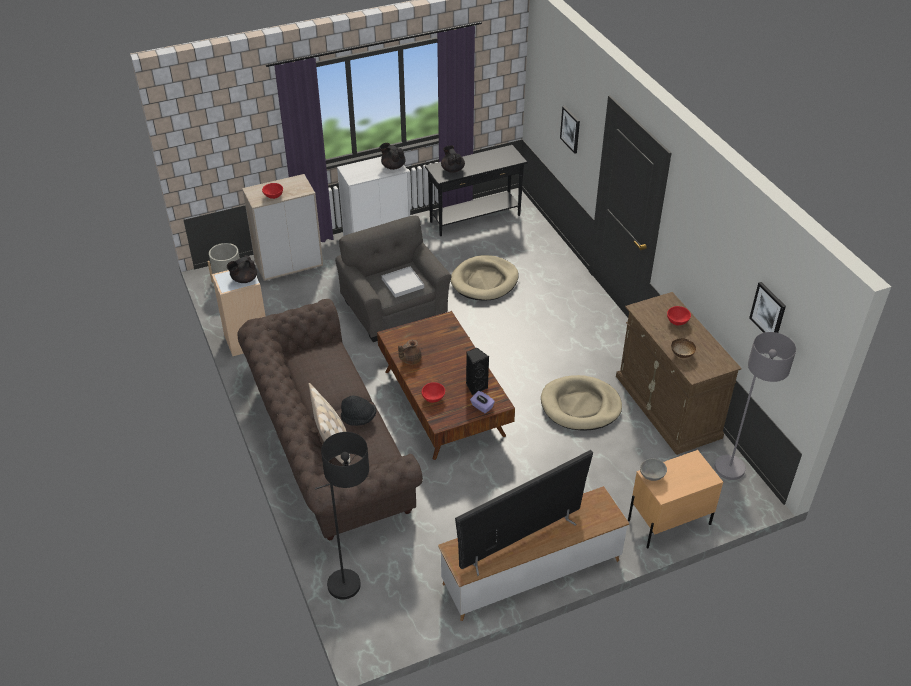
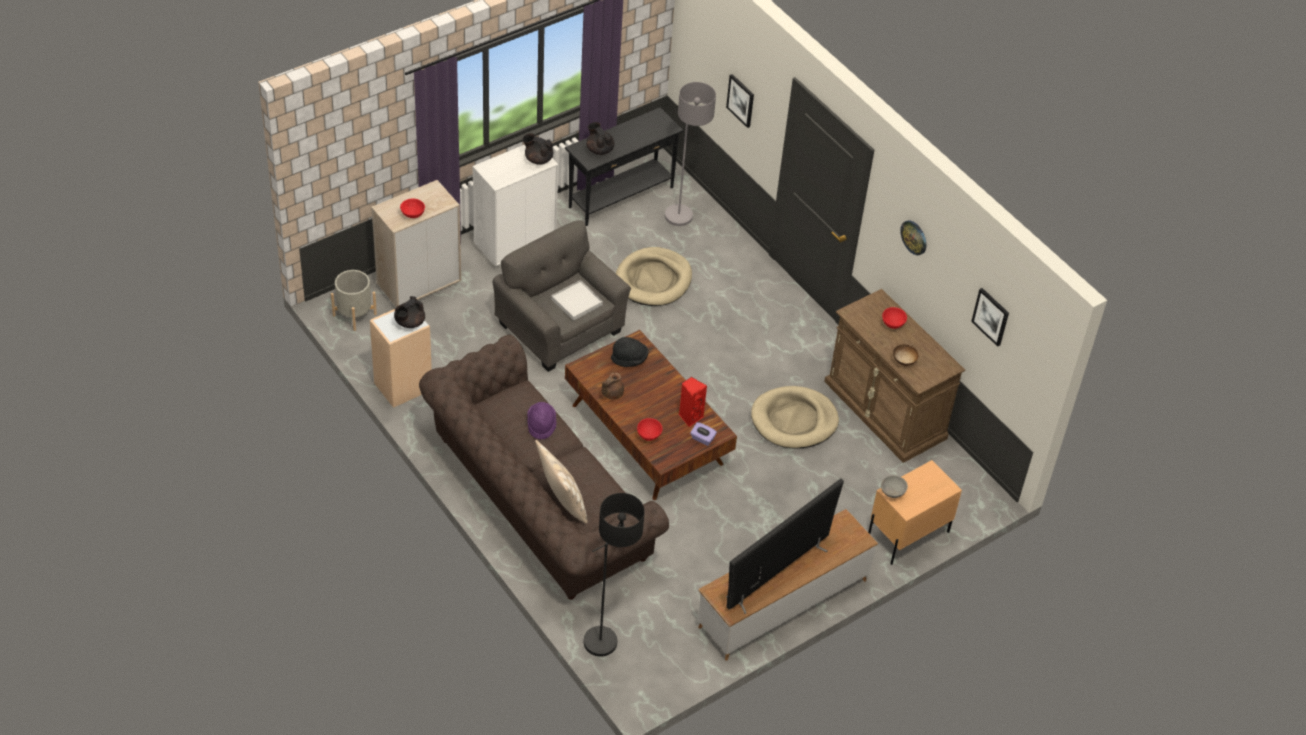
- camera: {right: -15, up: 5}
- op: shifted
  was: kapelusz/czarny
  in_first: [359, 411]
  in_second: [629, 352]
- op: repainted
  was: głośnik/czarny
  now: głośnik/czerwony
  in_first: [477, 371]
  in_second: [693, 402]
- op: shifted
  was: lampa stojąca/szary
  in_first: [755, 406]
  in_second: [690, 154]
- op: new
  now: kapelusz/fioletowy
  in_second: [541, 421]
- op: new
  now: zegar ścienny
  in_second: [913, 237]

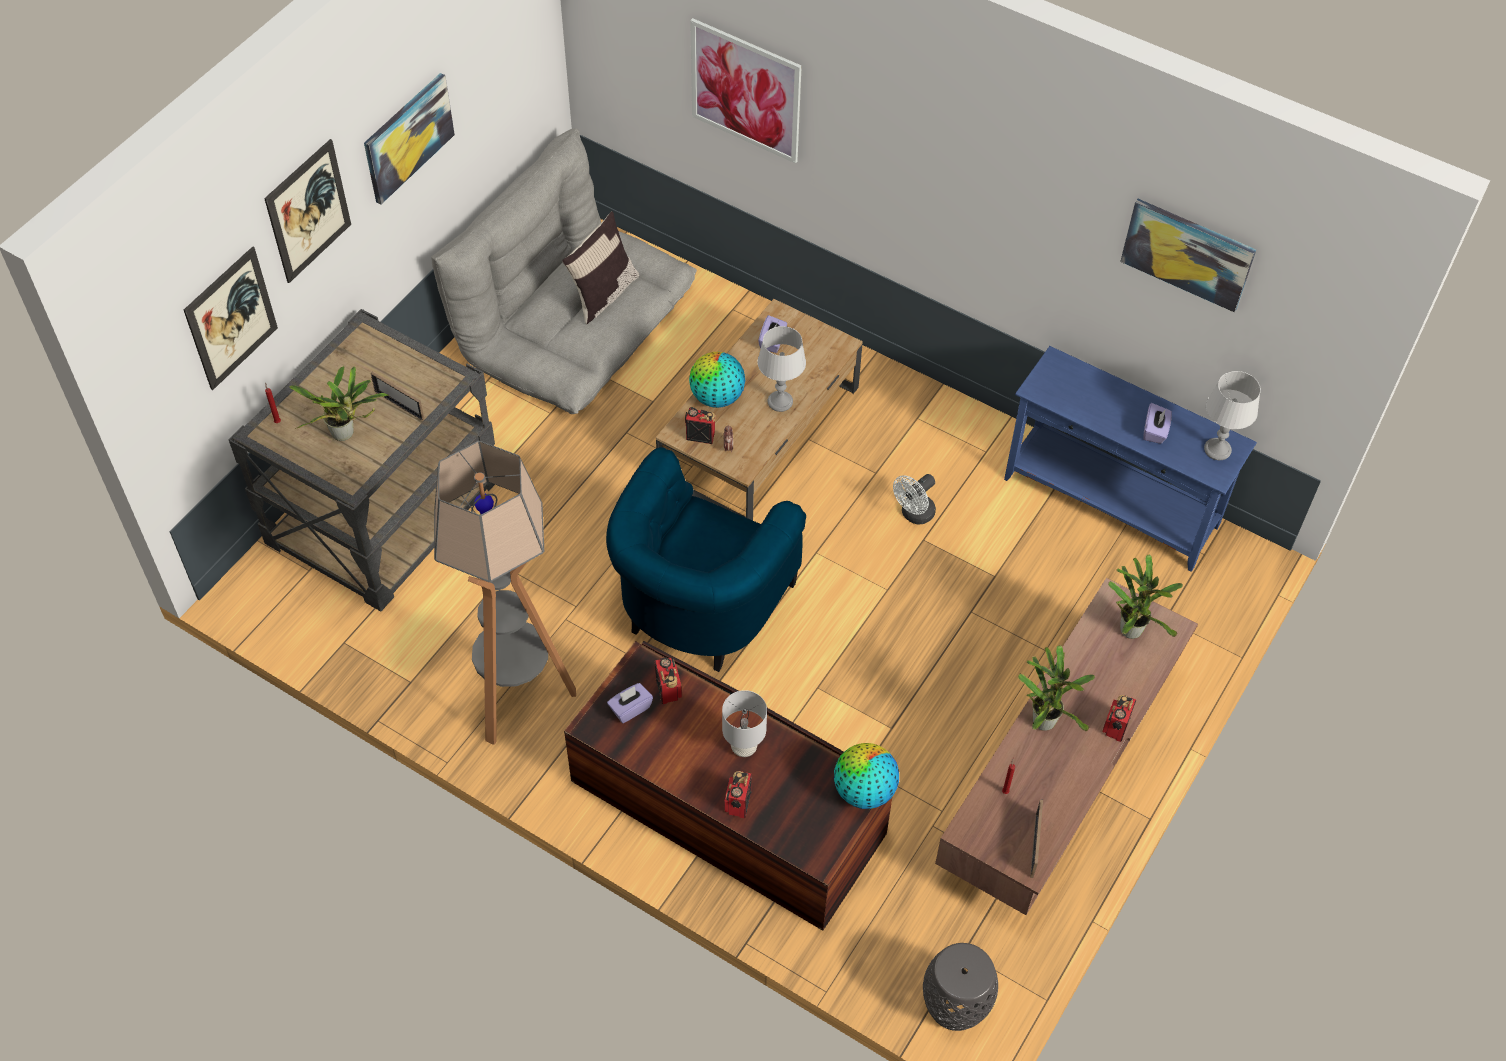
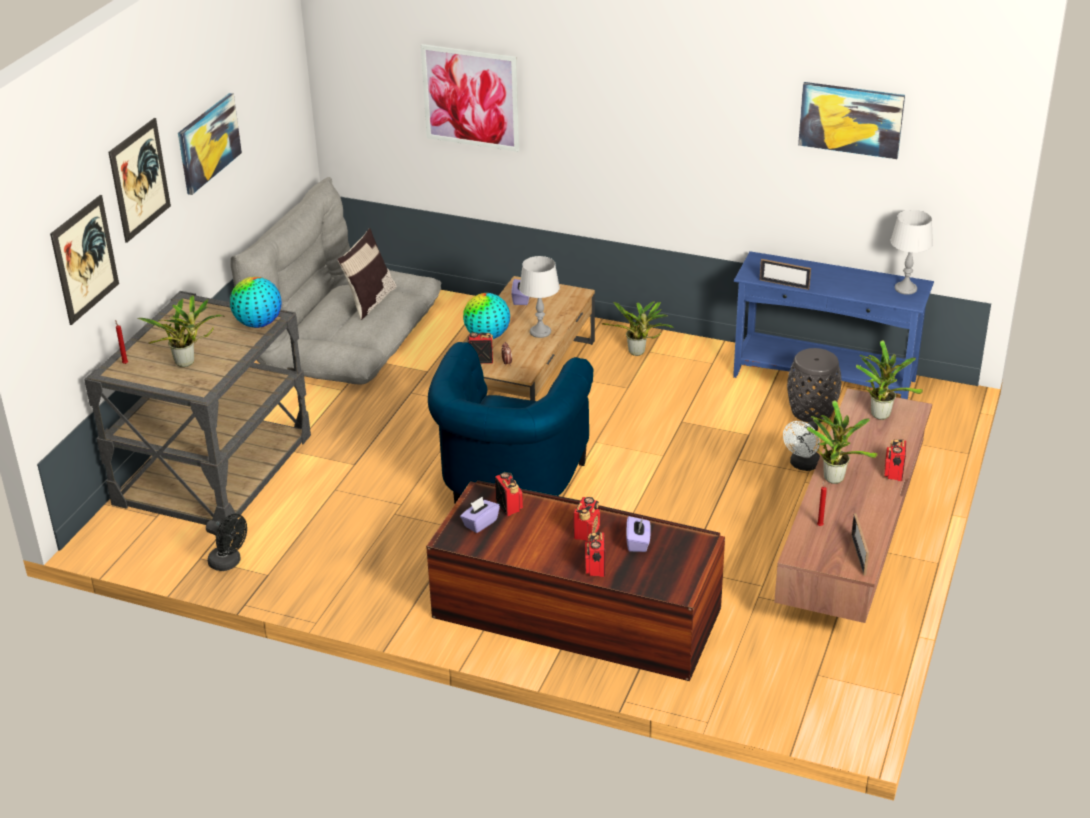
- camera: {right: -10, up: -20}
- op: shifted
  was: ramka na zdjęcie
  in_first: [397, 396]
  in_second: [785, 274]
- op: gone
  was: lampa stojąca
  in_first: [505, 593]
- op: swapped
  was: lampa stołowa/szary
  now: radio
  in_first: [744, 723]
  in_second: [586, 519]
- op: shifted
  was: globus
  in_first: [866, 776]
  in_second: [255, 302]
- op: shifted
  was: wentylator/biały
  in_first: [914, 499]
  in_second: [801, 446]
- op: shifted
  was: stołek/szary
  in_first: [960, 987]
  in_second: [814, 385]
- op: shifted
  was: pudełko chusteczek/fioletowy
  in_first: [1158, 423]
  in_second: [638, 534]
- op: new
  now: wentylator/czarny
  in_second: [226, 542]
- op: new
  now: roślina doniczkowa
  in_second: [638, 328]

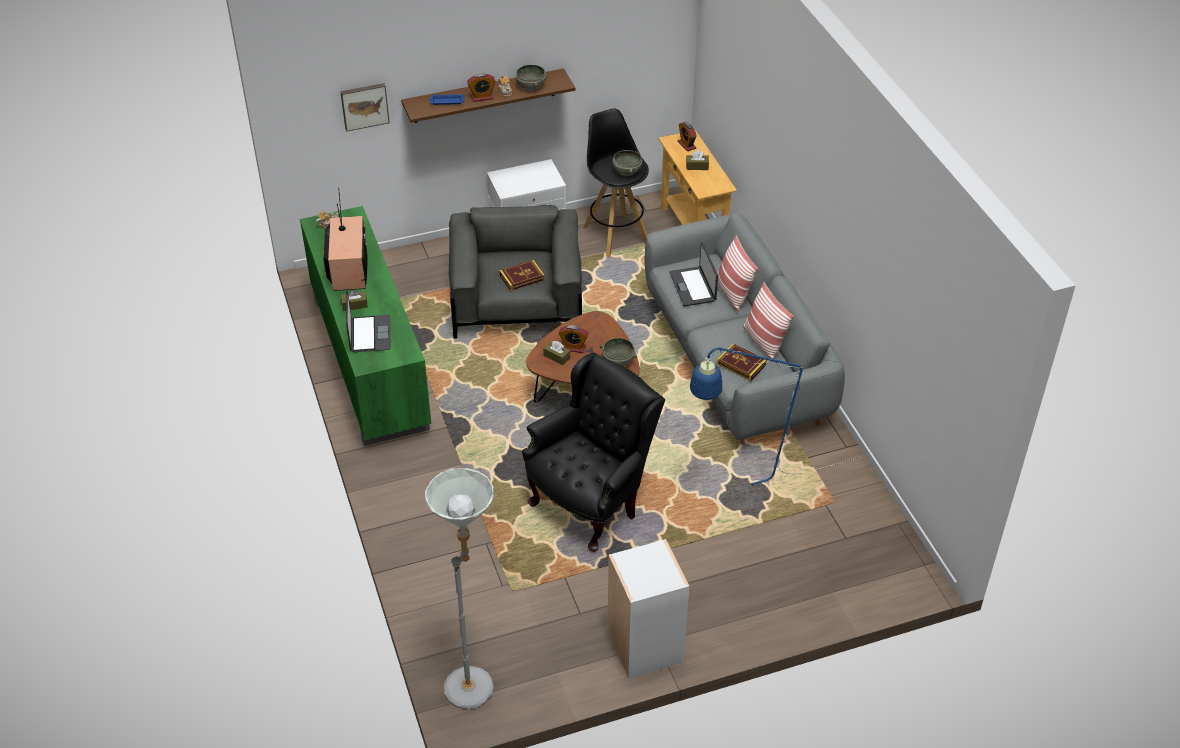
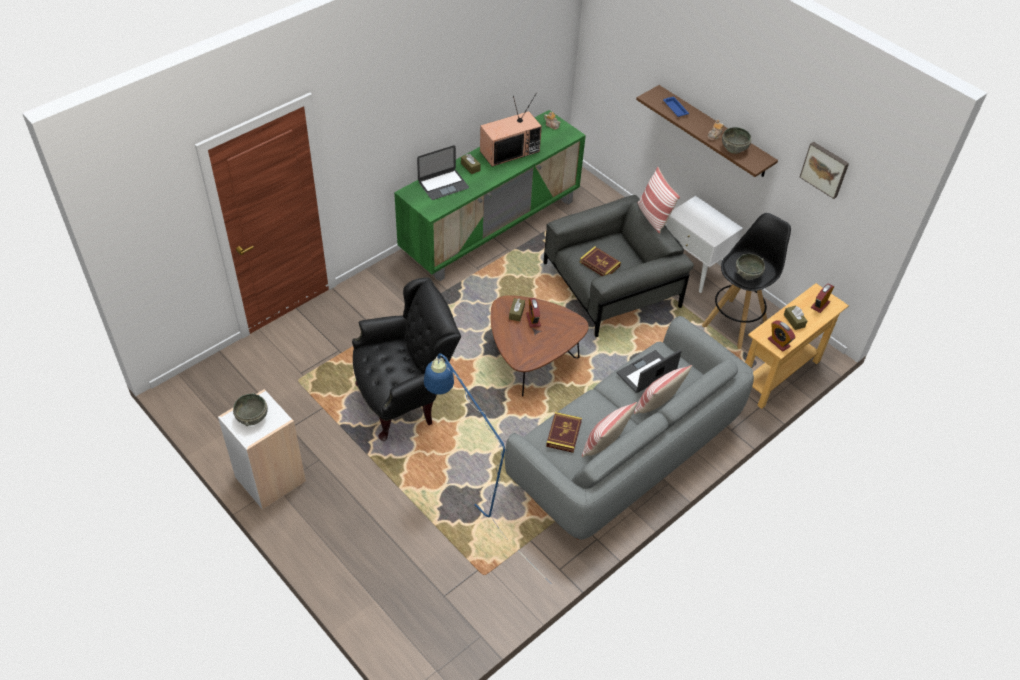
- camera: {right: 65, up: 5}
- op: shifted
  was: obraz
  in_first: [365, 107]
  in_second: [824, 170]
- op: gone
  was: lampa stojąca/szary
  in_first: [459, 588]
- op: shifted
  was: budzik
  in_first: [481, 87]
  in_second: [781, 336]
- op: rotated
  was: fotel/czarny
  in_first: [593, 452]
  in_second: [406, 359]
  clockwise: -45
- op: shifted
  was: miska/szary
  in_first: [618, 352]
  in_second: [250, 409]
- op: new
  now: poduszka
  in_second: [658, 200]

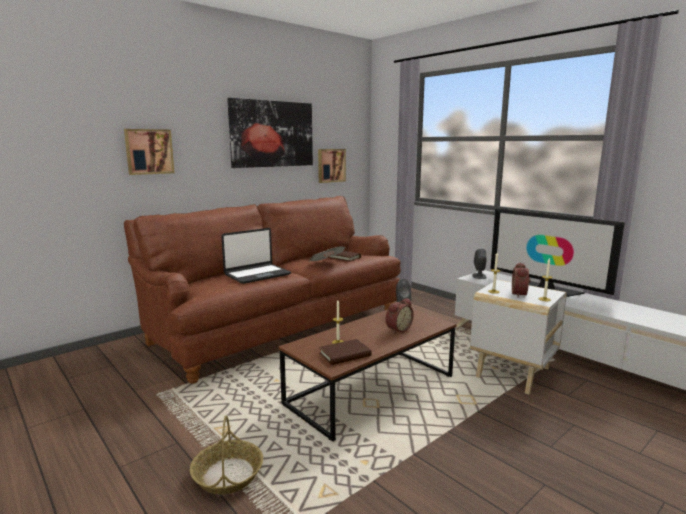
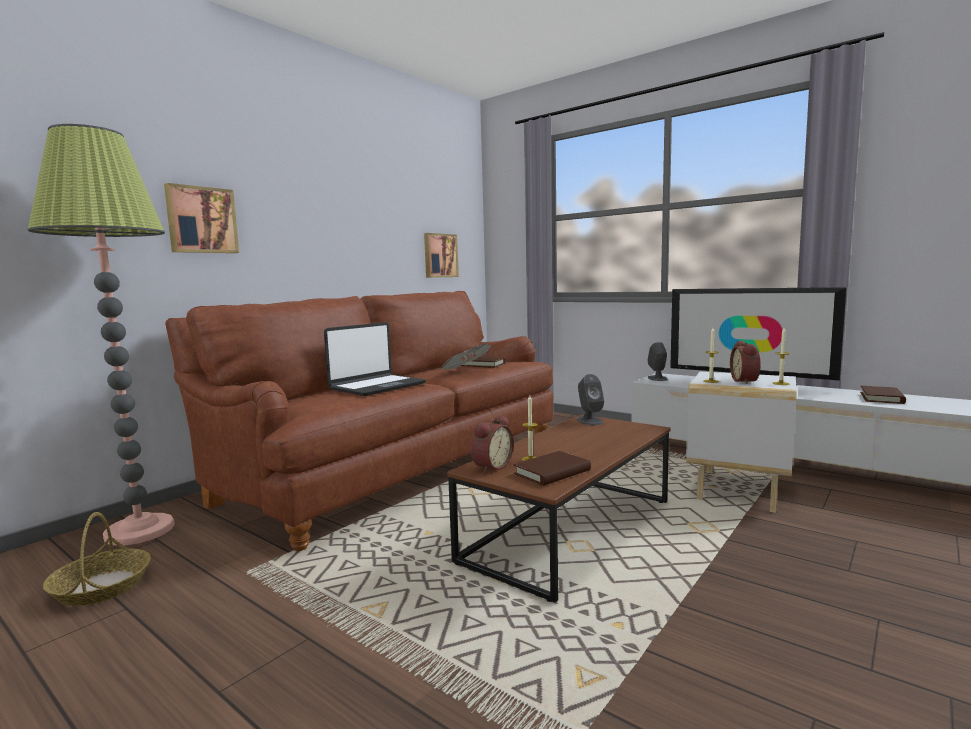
- camera: {right: -10, up: -5}
- op: shifted
  was: koszyk
  in_first: [226, 455]
  in_second: [97, 559]
- op: gone
  was: obraz
  in_first: [270, 133]
- op: shifted
  was: budzik
  in_first: [400, 316]
  in_second: [492, 444]
- op: new
  now: lampa stojąca
  in_second: [101, 335]
- op: new
  now: książka/brązowy
  in_second: [883, 395]

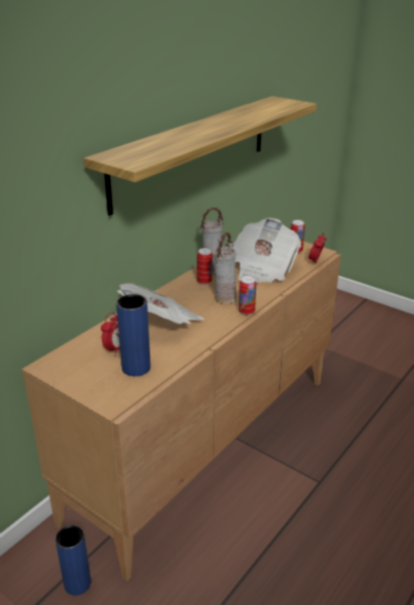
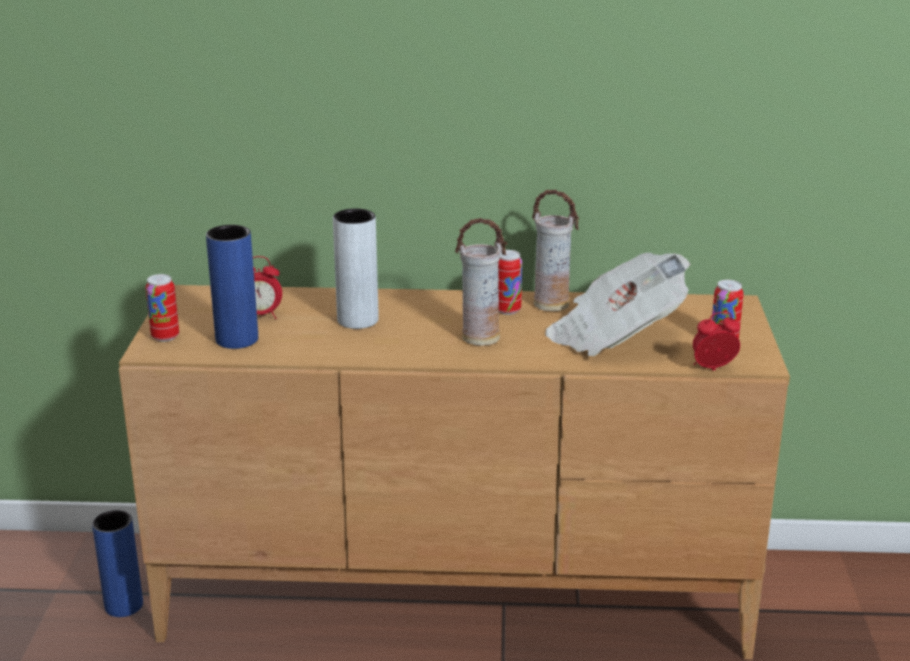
- camera: {right: 55, up: -5}
- op: gone
  was: półka
  in_first: [200, 156]
- op: swapped
  was: gazeta
  now: wazon/szary
  in_first: [160, 303]
  in_second: [356, 269]
- op: shifted
  was: puszka
  in_first: [247, 295]
  in_second: [162, 308]

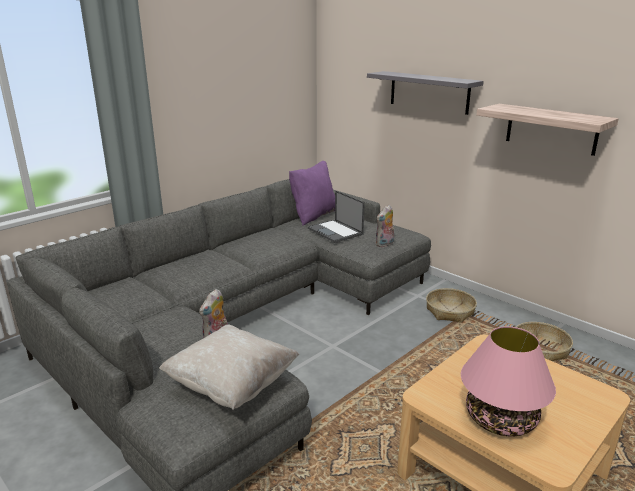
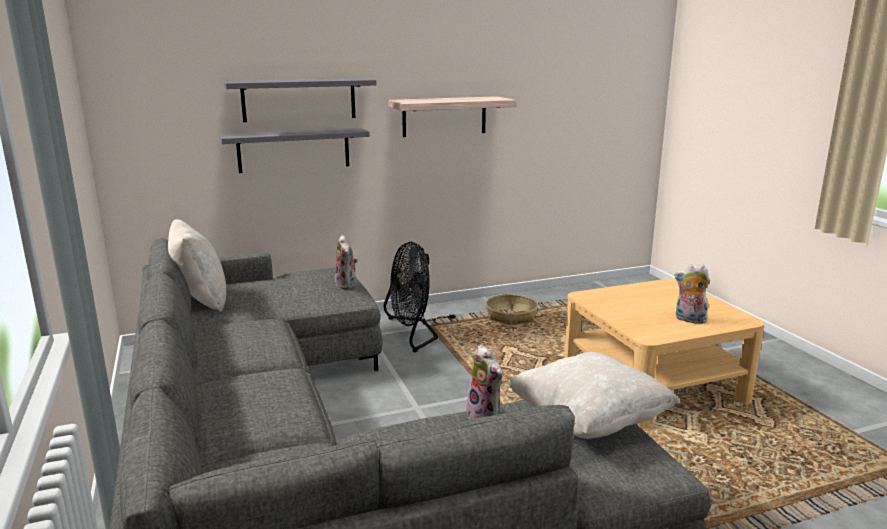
- camera: {right: -65, up: -5}
- op: repainted
  was: poduszka/fioletowy
  now: poduszka/beżowy
  in_first: [312, 193]
  in_second: [197, 265]
- op: gone
  was: laptop
  in_first: [336, 217]
- op: swapped
  was: koszyk
  now: wentylator/czarny
  in_first: [451, 305]
  in_second: [420, 297]
- op: swapped
  was: lampa stołowa/różowy
  now: pluszak
  in_first: [508, 381]
  in_second: [692, 294]
- op: new
  now: półka/szary
  in_second: [295, 150]

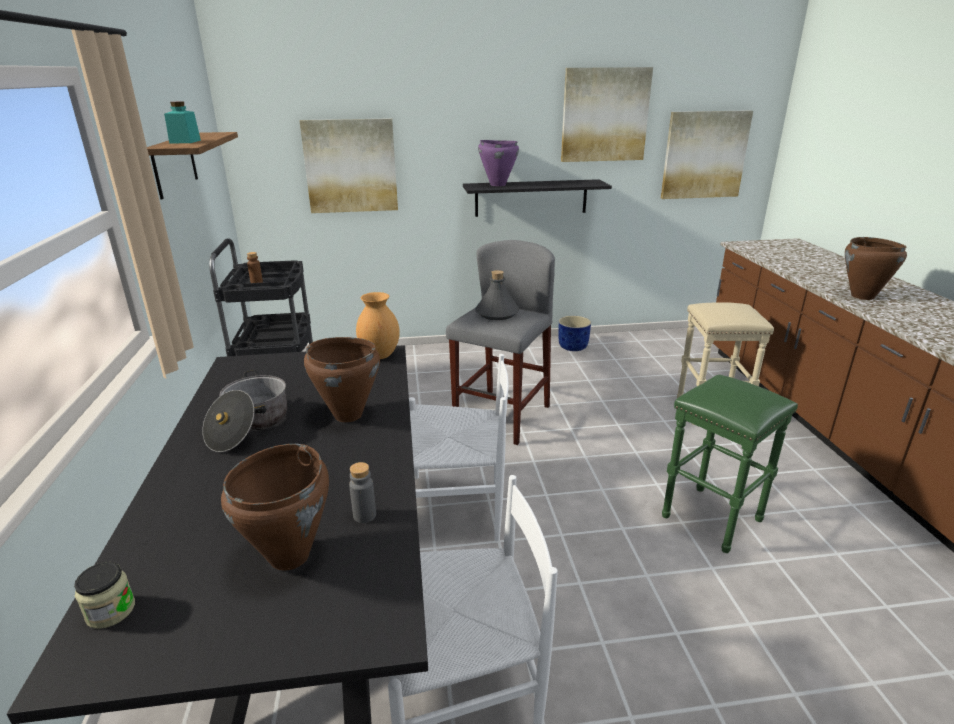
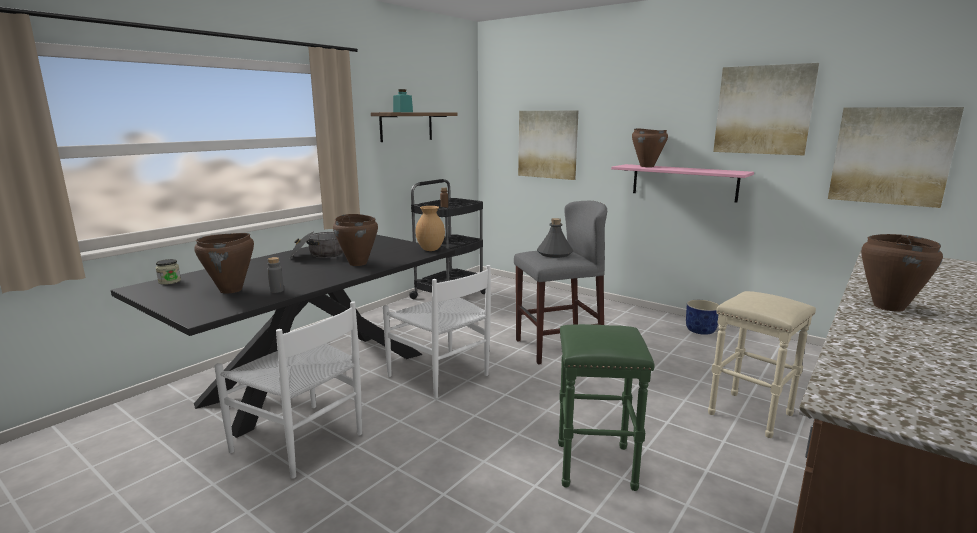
- camera: {right: 45, up: -10}
- op: repainted
  was: półka/czarny
  now: półka/różowy
  in_first: [537, 198]
  in_second: [682, 183]
- op: repainted
  was: garnek/fioletowy
  now: garnek/brązowy
  in_first: [498, 163]
  in_second: [650, 147]

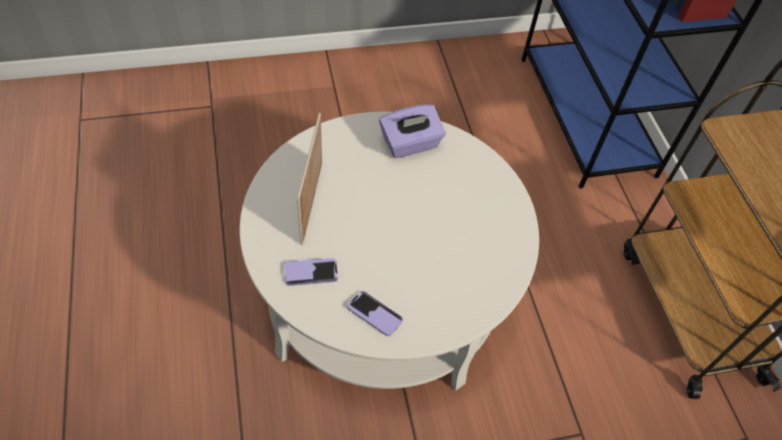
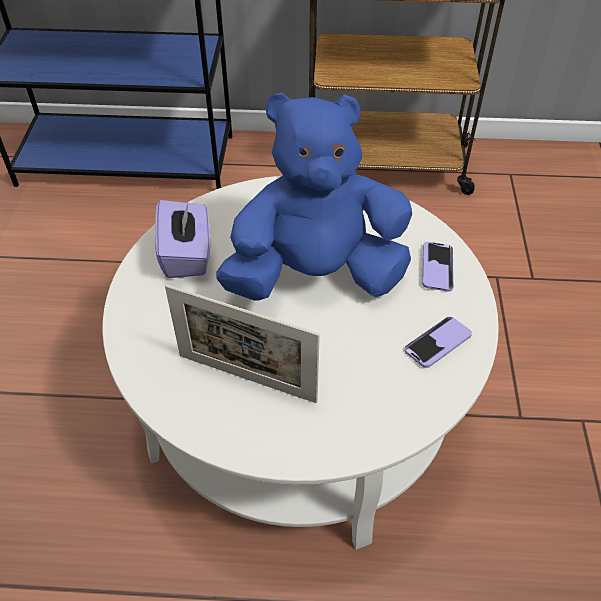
- camera: {right: -70, up: -5}
- op: shifted
  was: telefon
  in_first: [311, 272]
  in_second: [438, 266]
- op: new
  now: pluszak/niebieski
  in_second: [314, 196]

